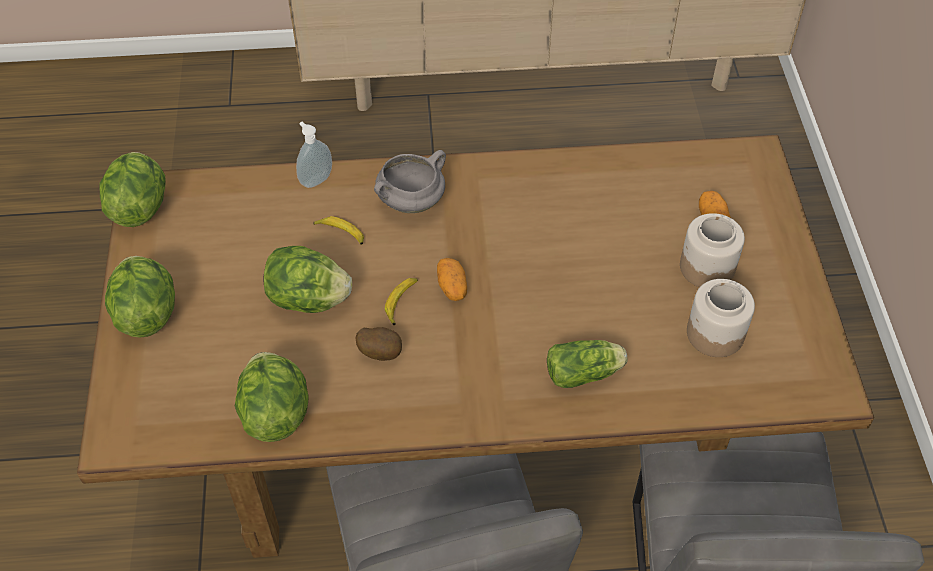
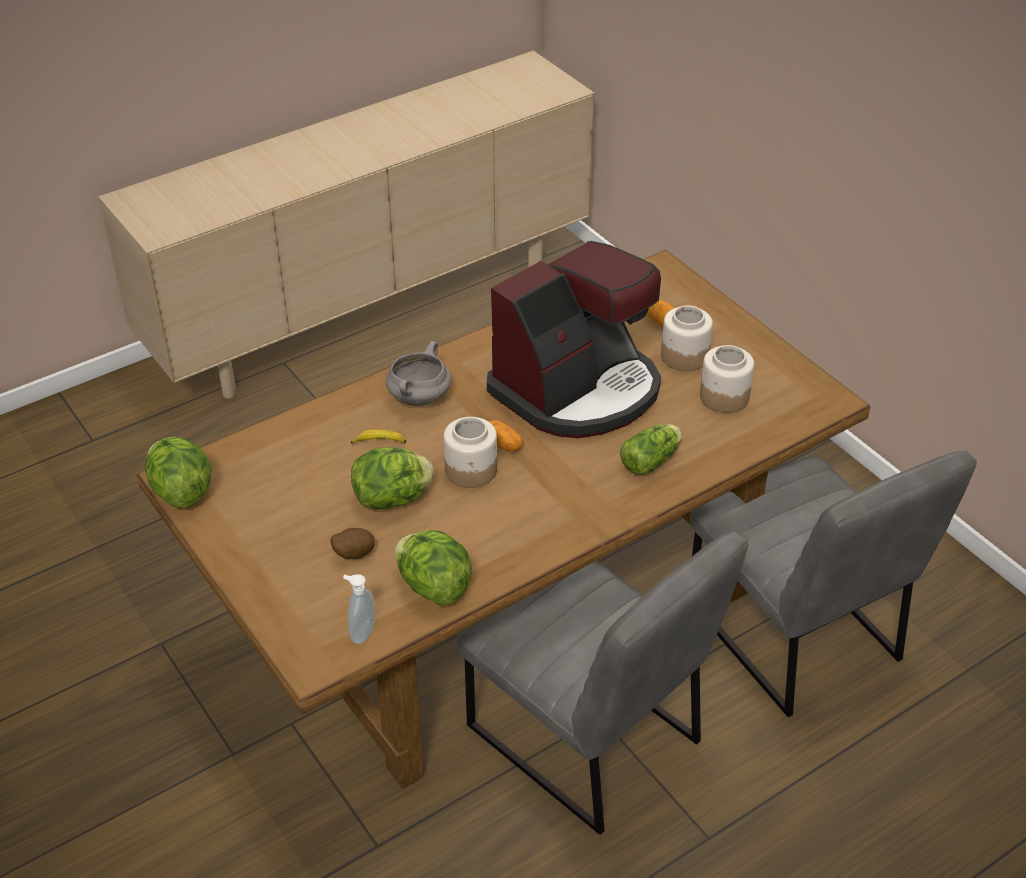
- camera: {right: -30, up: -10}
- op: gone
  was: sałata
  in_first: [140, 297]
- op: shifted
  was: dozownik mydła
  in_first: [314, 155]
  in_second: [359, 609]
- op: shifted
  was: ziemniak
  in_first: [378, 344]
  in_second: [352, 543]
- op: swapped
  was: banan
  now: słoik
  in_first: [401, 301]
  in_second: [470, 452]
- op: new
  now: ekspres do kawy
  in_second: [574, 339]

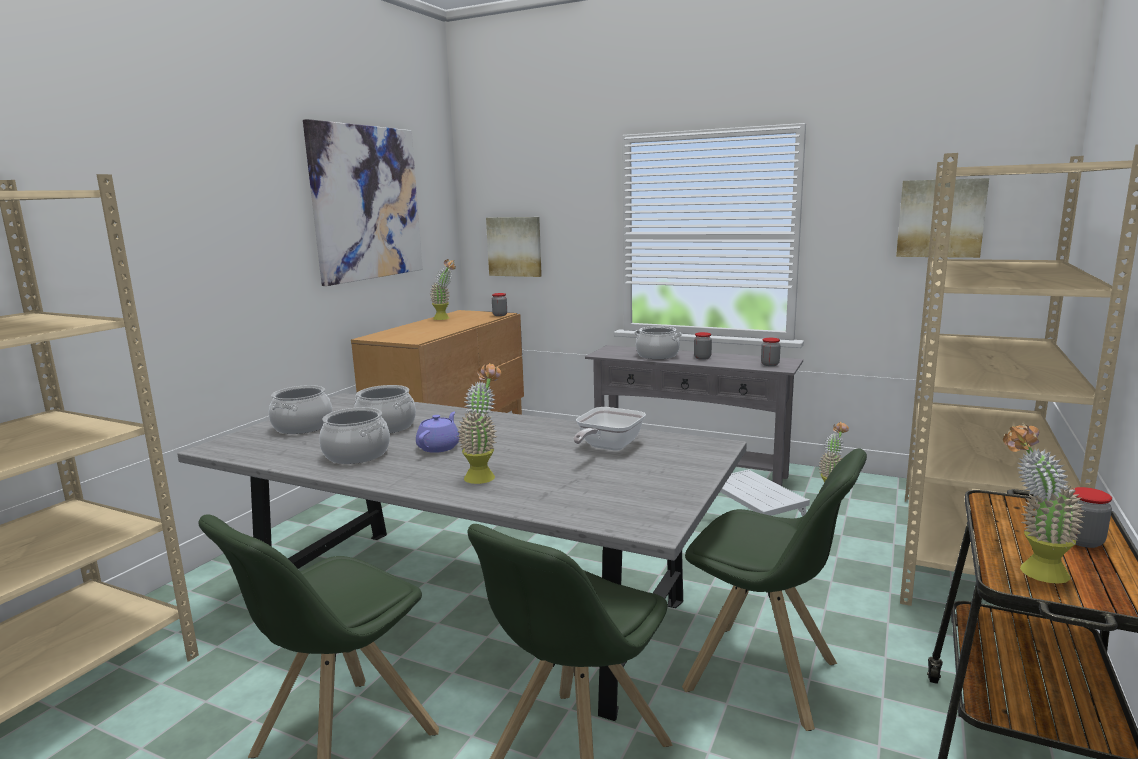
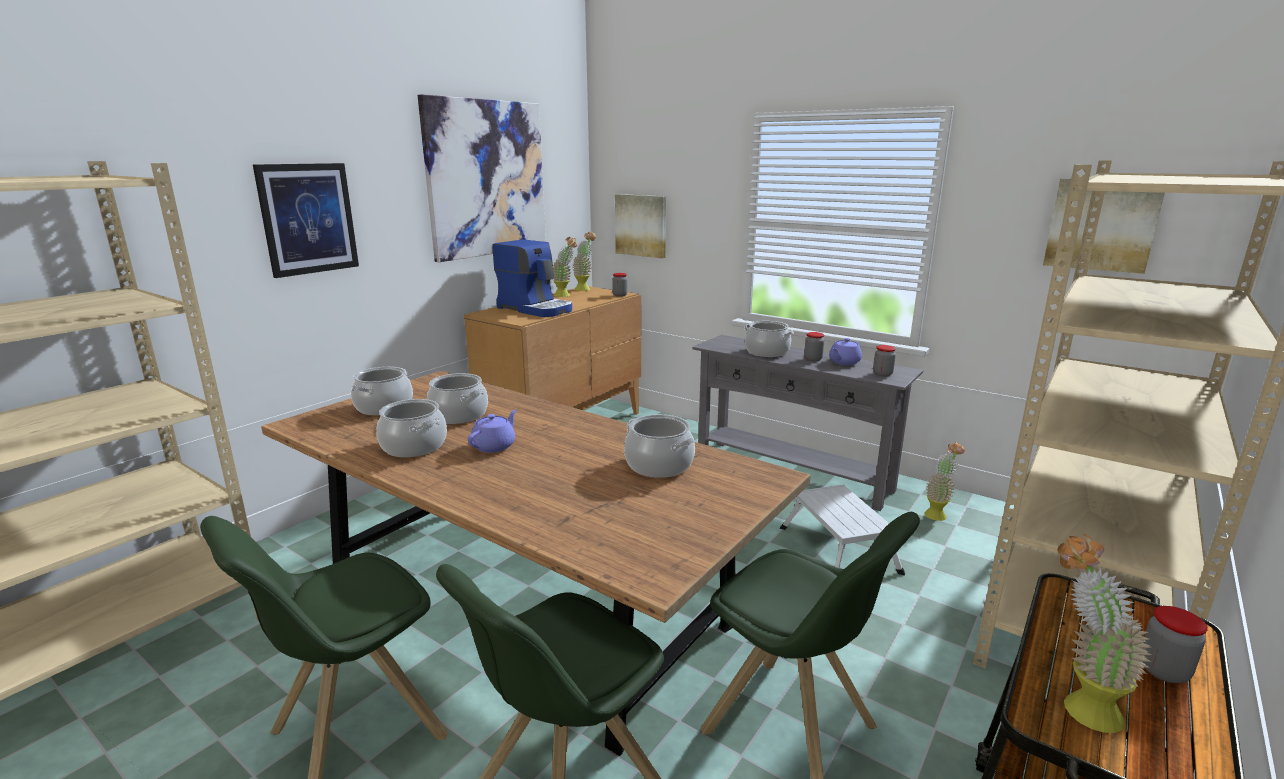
- camera: {right: 10, up: 5}
- op: repainted
  was: stół jadalny/szary
  now: stół jadalny/brązowy
  in_first: [462, 557]
  in_second: [536, 563]
- op: shifted
  was: roślina doniczkowa
  in_first: [479, 423]
  in_second: [584, 261]
- op: swapped
  was: patelnia
  now: garnek
  in_first: [609, 429]
  in_second: [659, 446]
- op: new
  now: obraz
  in_second: [306, 220]
- op: new
  now: ekspres do kawy
  in_second: [532, 278]
- op: new
  now: imbryk/fioletowy
  in_second: [845, 351]

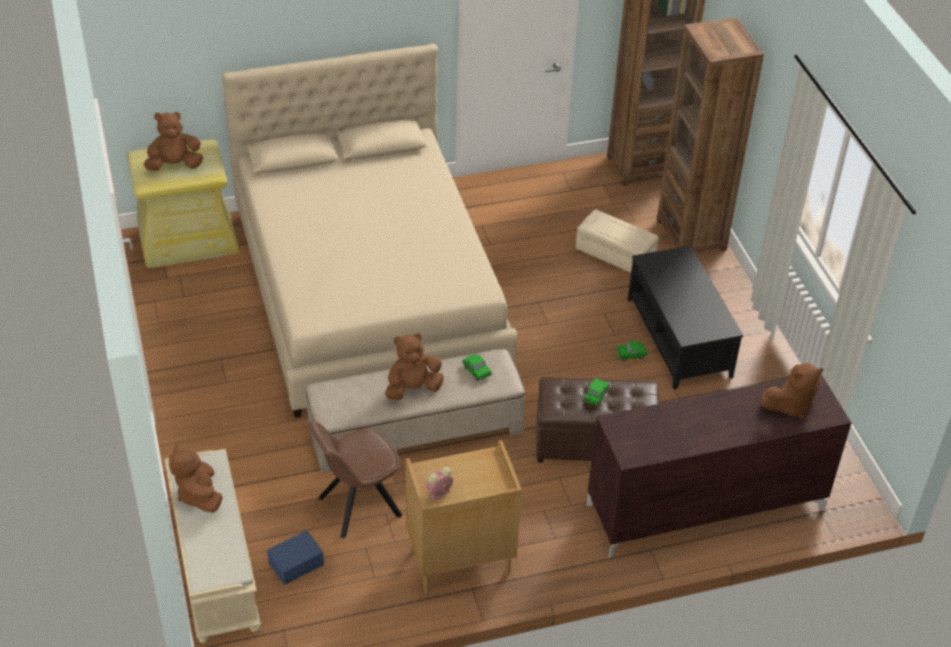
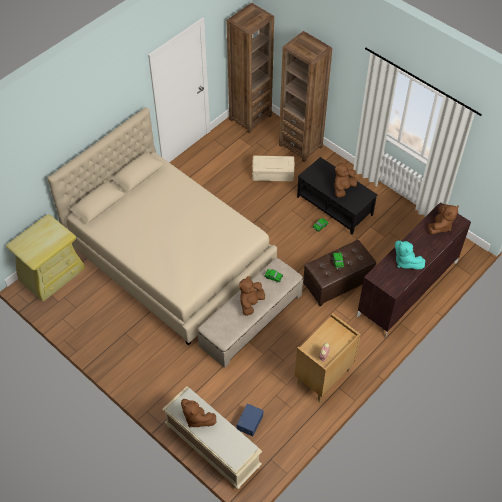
- camera: {right: -30, up: 10}
- op: shifted
  was: pluszak/brązowy
  in_first: [173, 141]
  in_second: [345, 179]
- op: gone
  was: krzesło/brązowy
  in_first: [355, 479]
- op: new
  now: pluszak/turkusowy
  in_second: [410, 255]

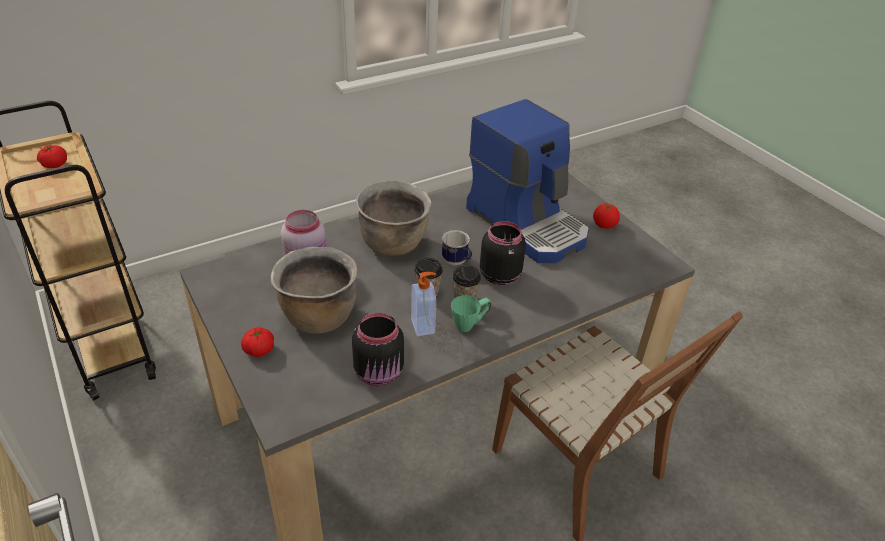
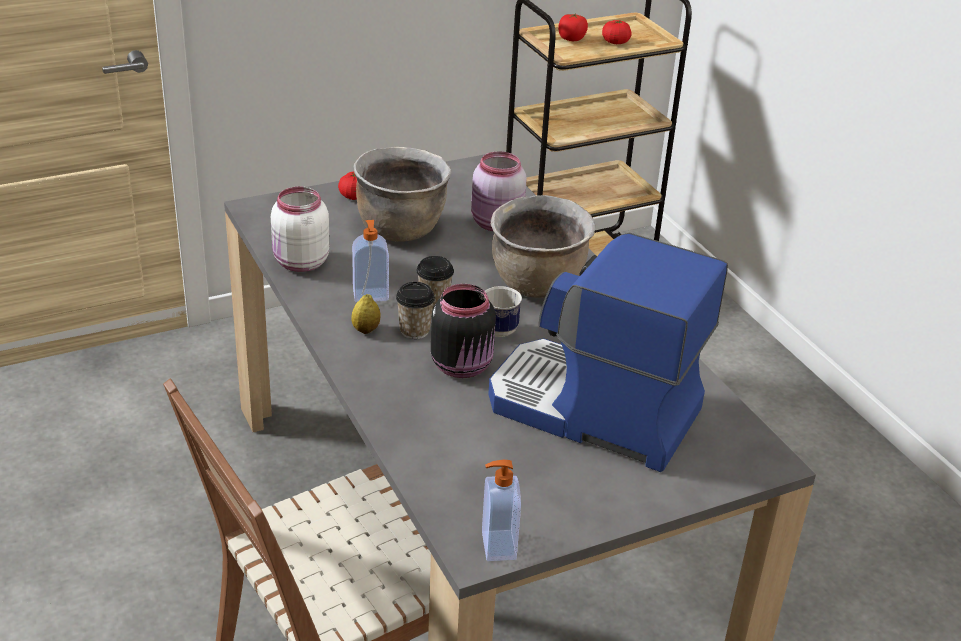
- camera: {right: 95, up: -5}
- op: repainted
  was: słoik/czarny
  now: słoik/biały
  in_first: [378, 349]
  in_second: [300, 229]
- op: swapped
  was: kubek/zielony
  now: cytryna
  in_first: [471, 313]
  in_second: [366, 314]
- op: rotated
  was: ekspres do kawy
  in_first: [527, 181]
  in_second: [608, 352]
  clockwise: 60
- op: shifted
  was: pomidor
  in_first: [606, 216]
  in_second: [573, 27]
- op: new
  now: dozownik mydła
  in_second: [501, 510]

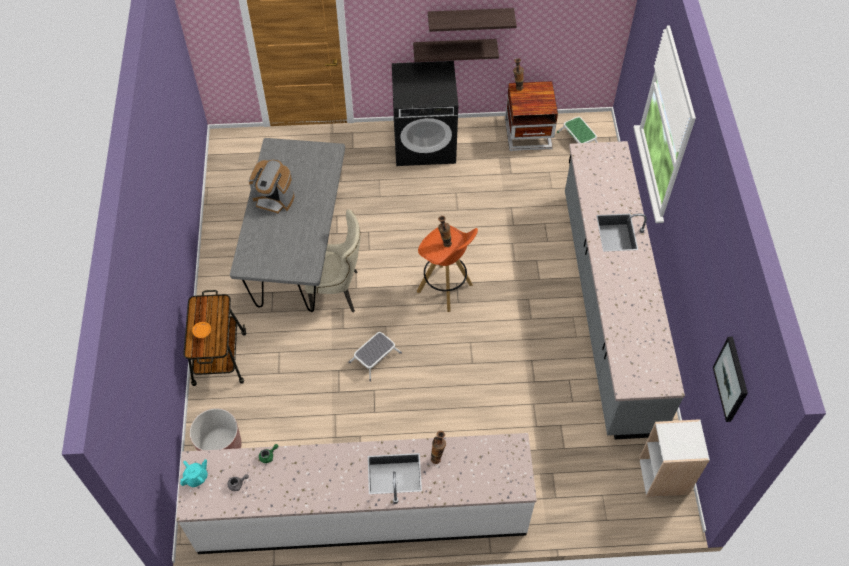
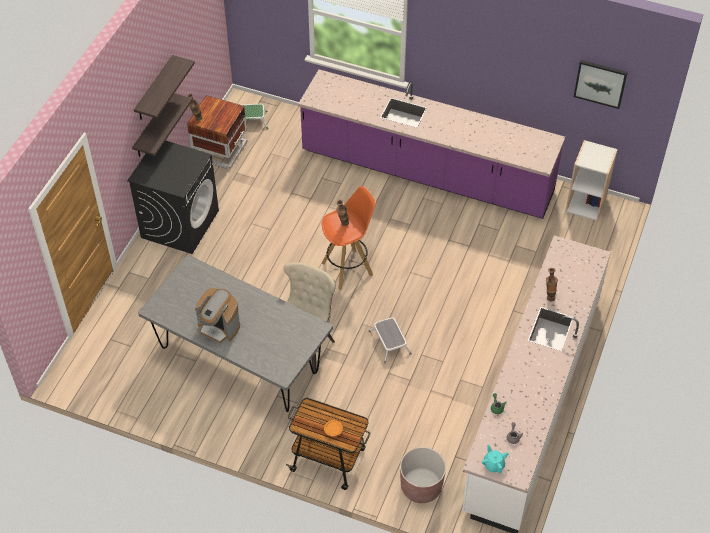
- camera: {right: -65, up: -5}
- op: rotated
  was: ekspres do kawy
  in_first: [272, 187]
  in_second: [217, 316]
  clockwise: 75
- op: repainted
  was: zabudowa kuchenna/szary
  now: zabudowa kuchenna/fioletowy
  in_first: [625, 290]
  in_second: [431, 144]

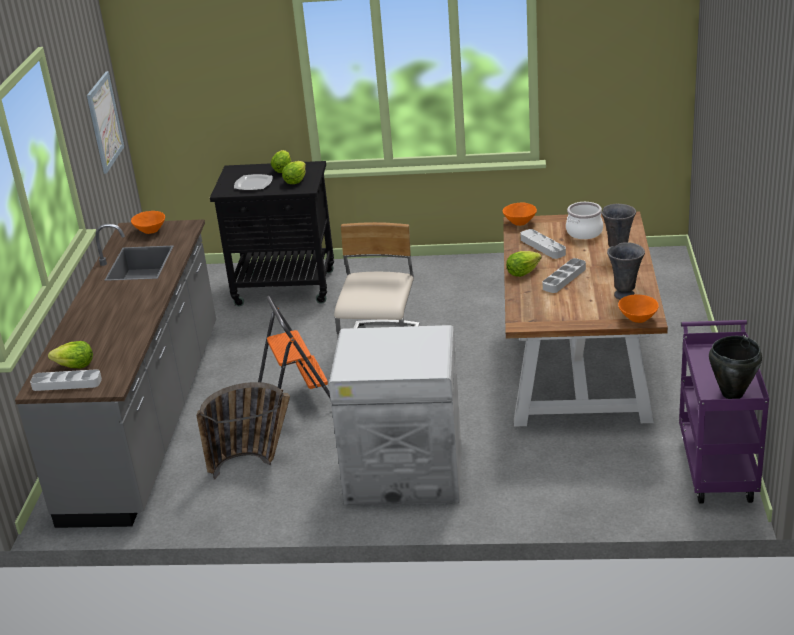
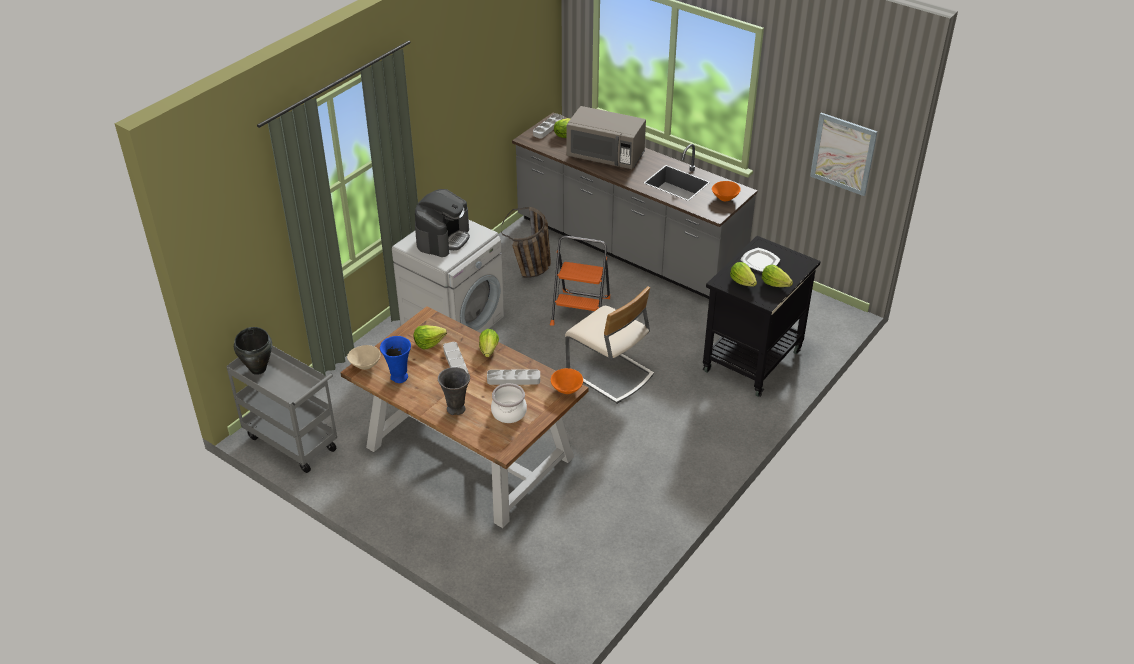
- camera: {right: 120, up: 10}
- op: repainted
  was: wazon/szary
  now: wazon/niebieski
  in_first: [626, 271]
  in_second: [395, 359]
- op: repainted
  was: miska/pomarańczowy
  now: miska/beżowy
  in_first: [638, 308]
  in_second: [364, 357]
- op: repainted
  was: wózek/fioletowy
  now: wózek/szary
  in_first: [724, 412]
  in_second: [281, 409]
- op: new
  now: sałata
  in_second: [430, 337]
- op: new
  now: ekspres do kawy
  in_second: [442, 223]
- op: new
  now: mikrofalówka/szary
  in_second: [606, 137]

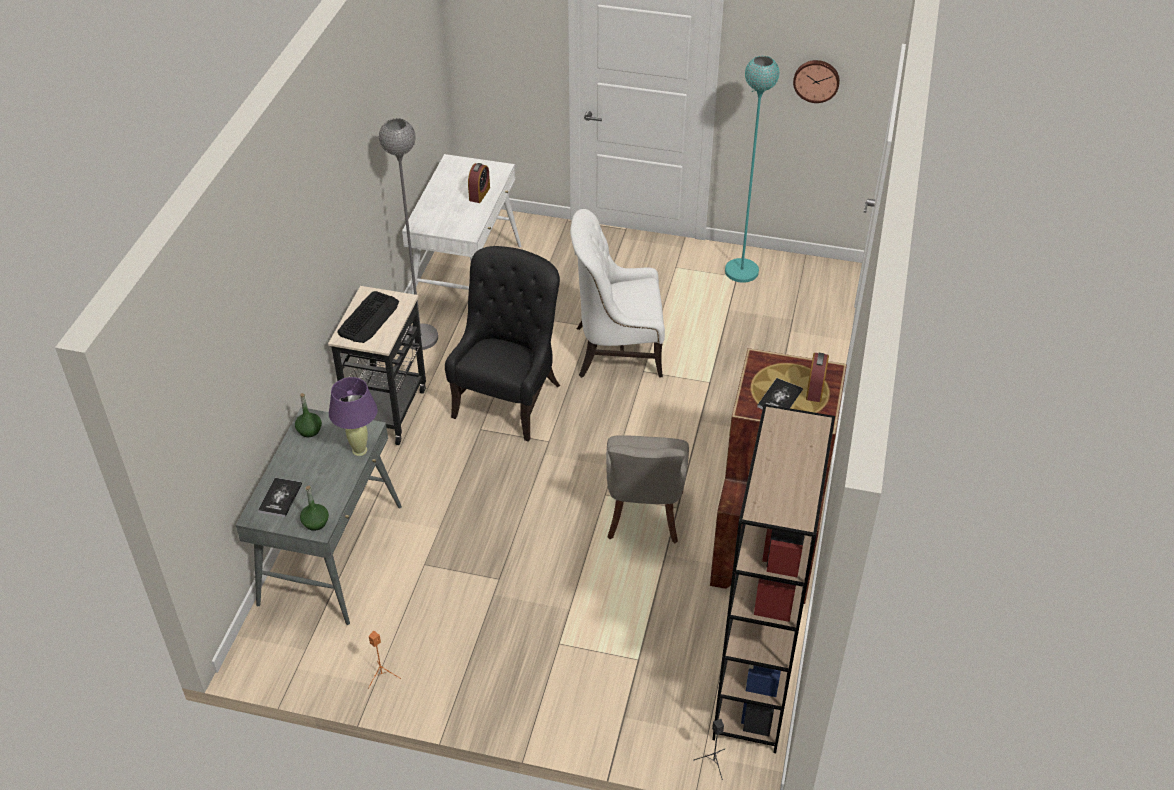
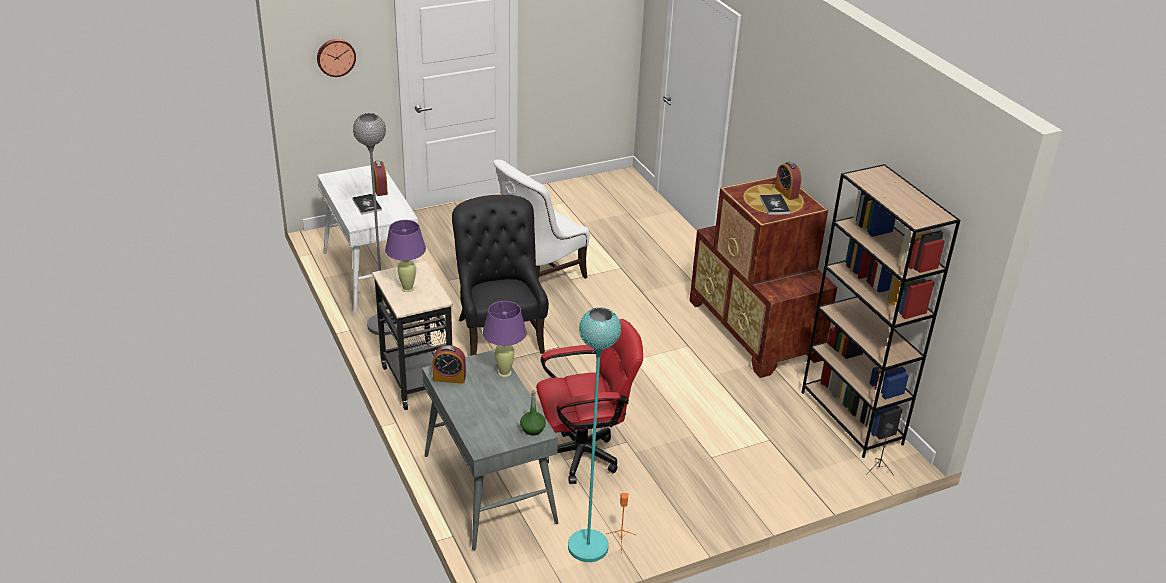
- camera: {right: -40, up: -10}
- op: shifted
  was: książka
  in_first: [280, 497]
  in_second: [367, 204]
- op: swapped
  was: butelka/zielony
  now: budzik
  in_first: [308, 415]
  in_second: [449, 364]
- op: swapped
  was: klawiatura
  now: lampa stołowa/fioletowy
  in_first: [368, 317]
  in_second: [405, 256]
- op: gone
  was: krzesło/szary
  in_first: [647, 489]
- op: shifted
  was: lampa stojąca/turkusowy
  in_first: [752, 169]
  in_second: [594, 434]
- op: shifted
  was: zegar ścienny
  in_first: [816, 81]
  in_second: [336, 58]
- op: new
  now: krzesło biurowe/czerwony
  in_second: [589, 401]

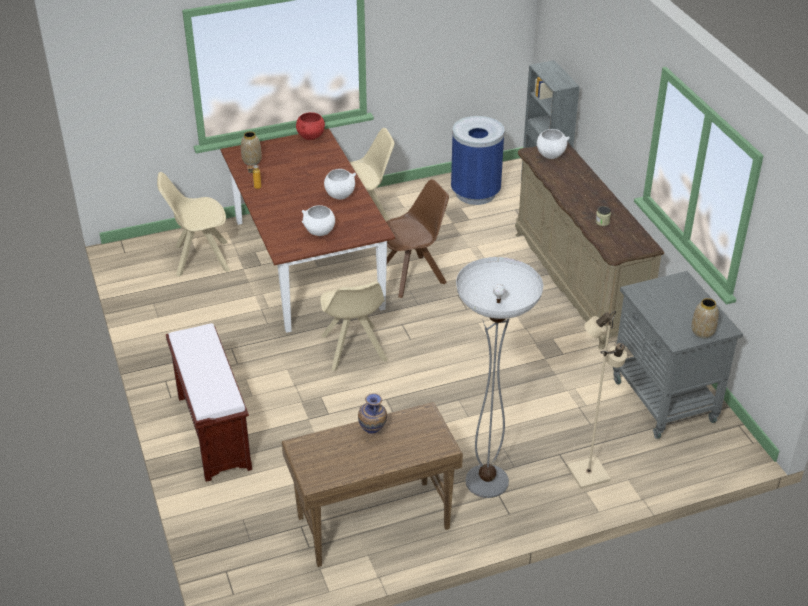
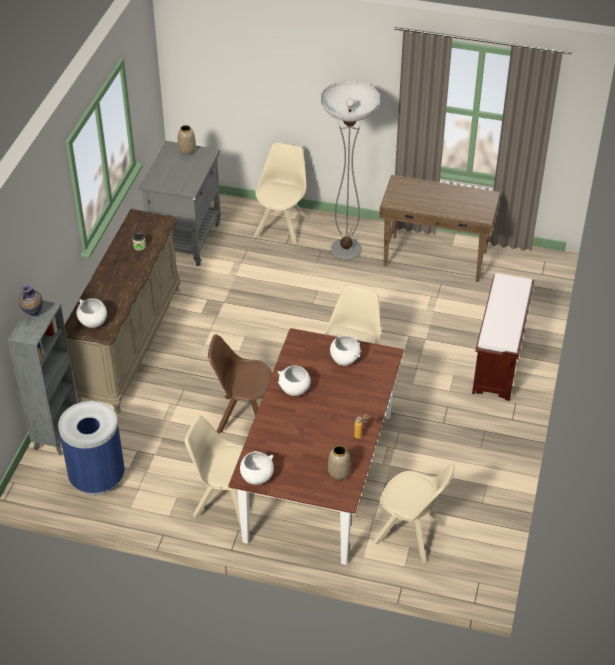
- camera: {right: -145, up: 5}
- op: repainted
  was: miska/czerwony
  now: miska/biały
  in_first: [310, 126]
  in_second: [257, 468]
- op: shifted
  was: wazon
  in_first: [372, 413]
  in_second: [30, 300]
- op: swapped
  was: lampa stojąca/beżowy
  now: krzesło/beżowy
  in_first: [597, 400]
  in_second: [281, 194]

